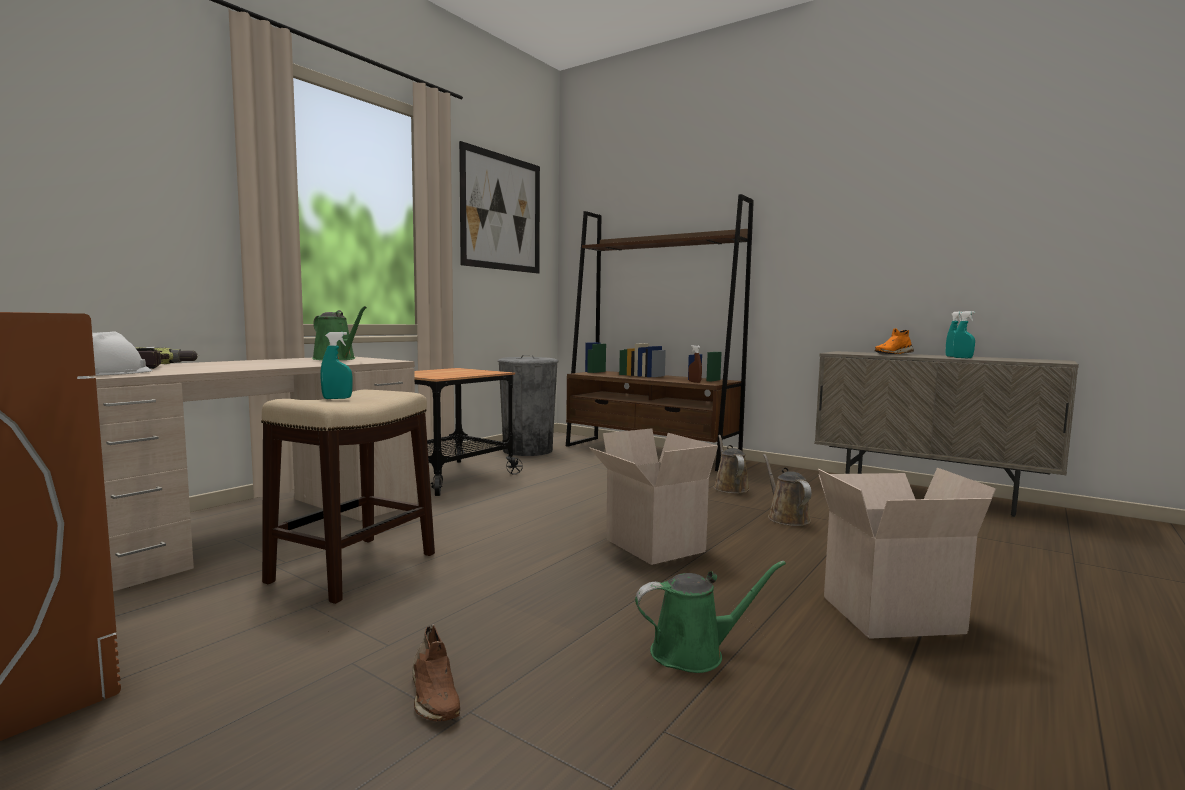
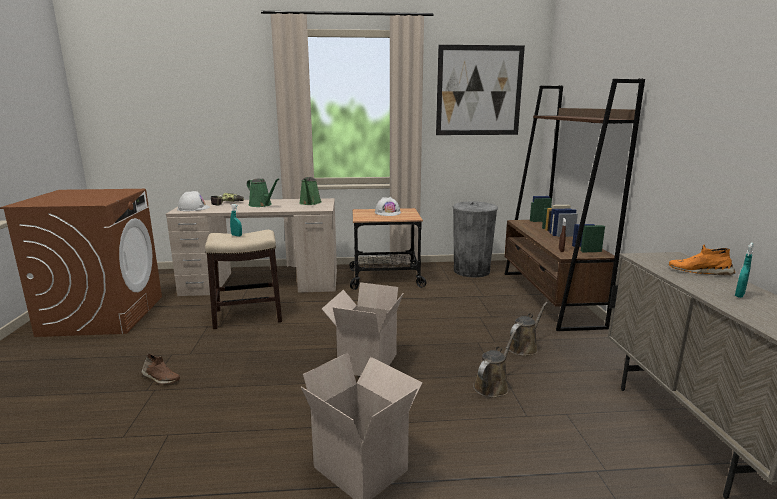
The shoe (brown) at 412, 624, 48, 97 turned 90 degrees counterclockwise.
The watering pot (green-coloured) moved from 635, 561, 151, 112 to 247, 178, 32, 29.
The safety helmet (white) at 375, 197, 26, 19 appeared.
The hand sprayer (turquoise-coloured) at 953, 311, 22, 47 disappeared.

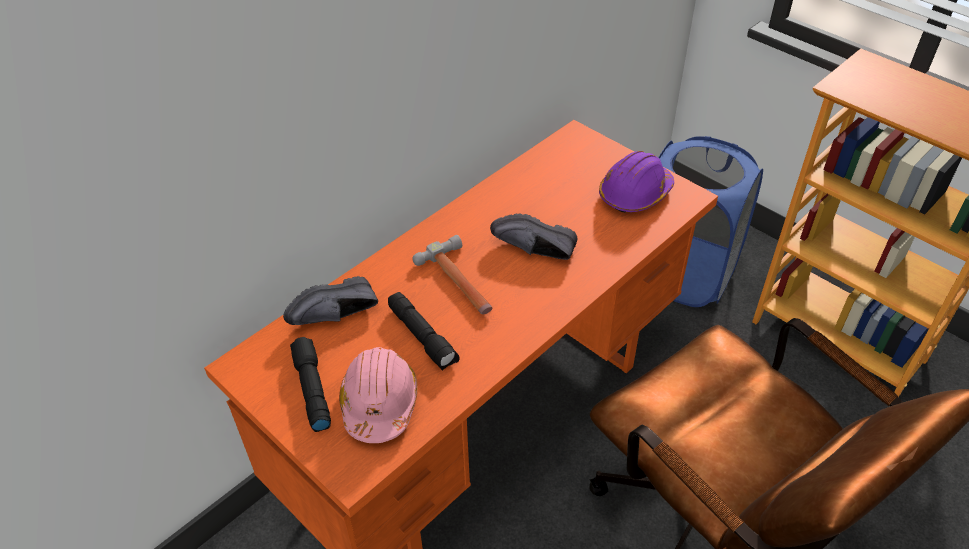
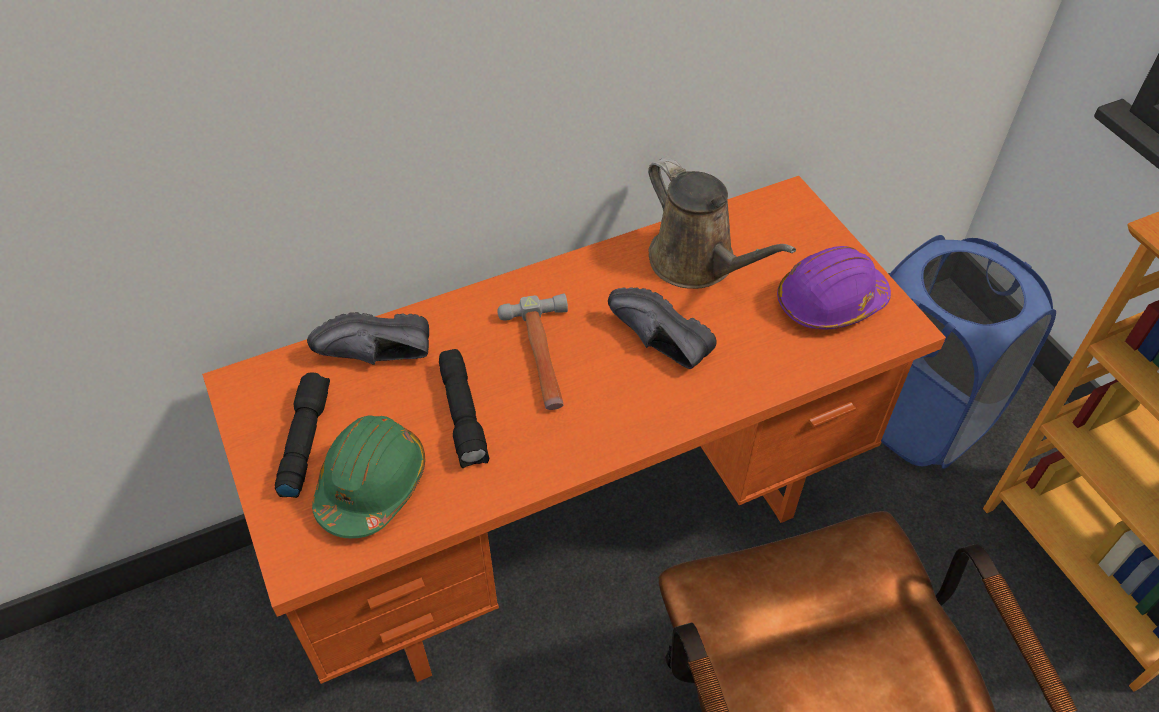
The safety helmet (pink) at 339, 347, 79, 96 became the safety helmet (green-coloured) at 312, 415, 113, 123.
The watering pot (brown) at 648, 157, 148, 132 appeared.

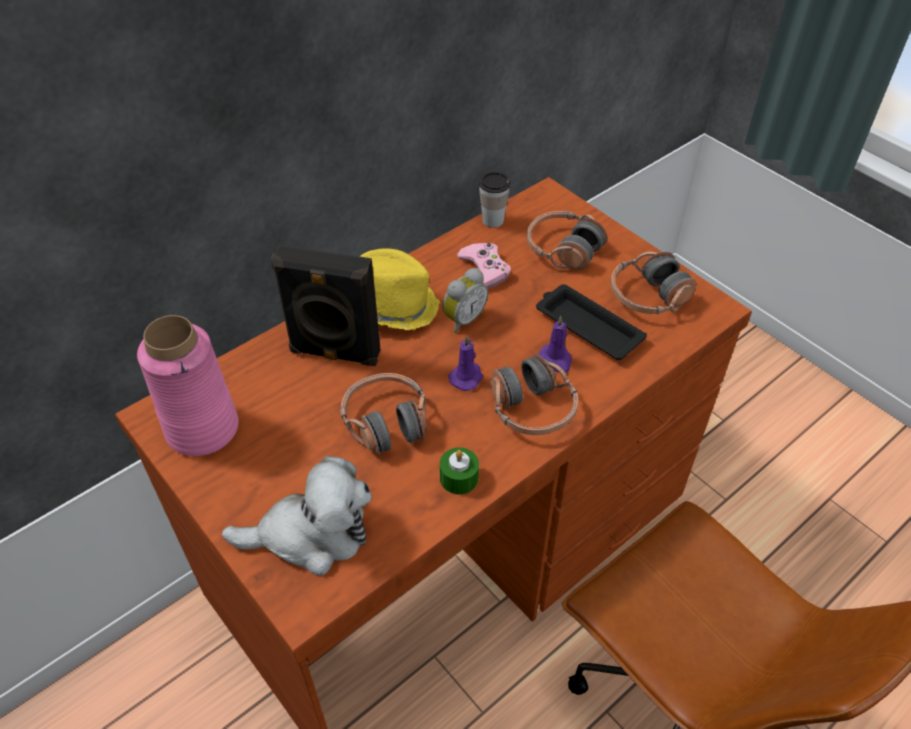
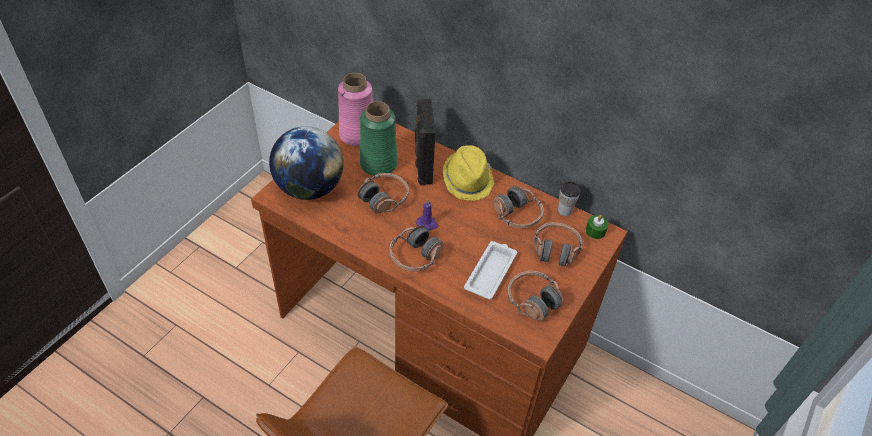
The cuddly toy at 222, 456, 149, 120 was replaced by the world globe at 269, 126, 75, 74.
The decorative vase (green-coloured) at 360, 101, 37, 75 appeared.
The tray (blackish) at 536, 284, 111, 76 became the tray (white) at 464, 241, 53, 59.
The game controller (pink) at 457, 243, 54, 46 was replaced by the headphones at 493, 185, 51, 43.
The wax candle (green-coloured) moved from 440, 447, 39, 48 to 586, 215, 23, 24.
The table clock at 442, 268, 46, 65 disappeared.
The wax candle (purplish) at 538, 316, 34, 57 disappeared.

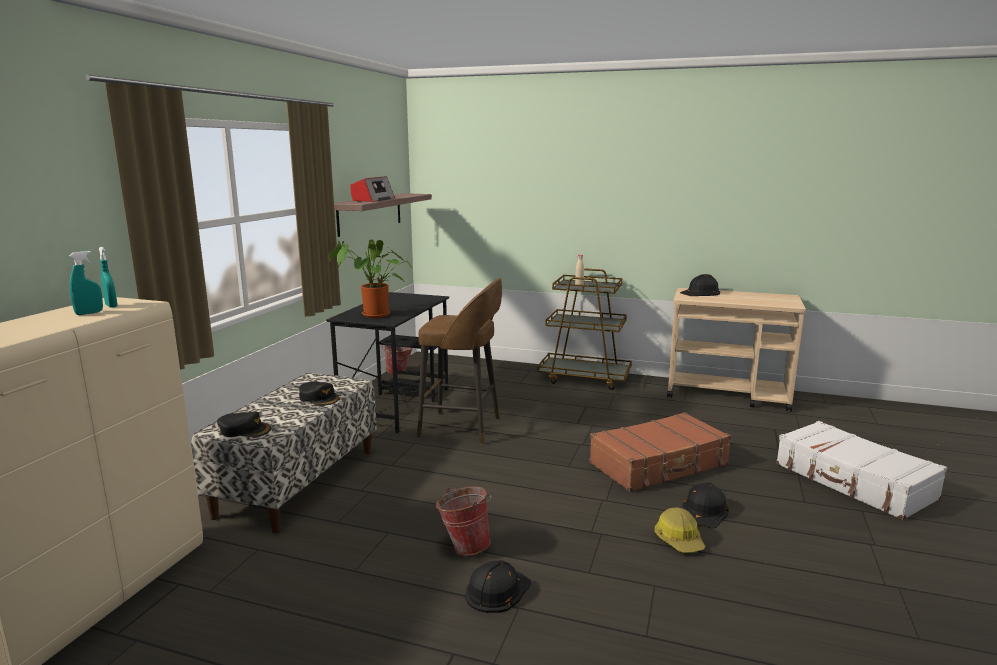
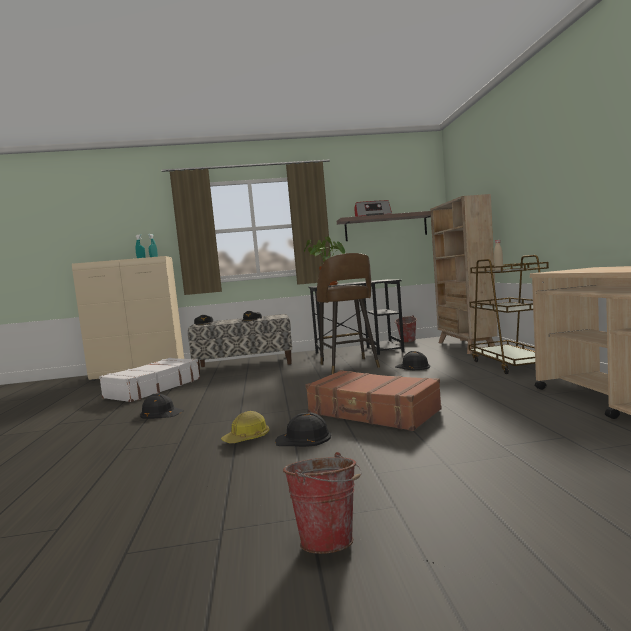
The piece of luggage (white) moved from 776, 421, 171, 99 to 99, 358, 101, 44.
The water bucket moved from 436, 486, 56, 70 to 283, 452, 79, 102.
The safety helmet (blackish) moved from 680, 274, 40, 22 to 395, 351, 35, 19.
The bookshelf (beige) at 430, 194, 68, 160 appeared.

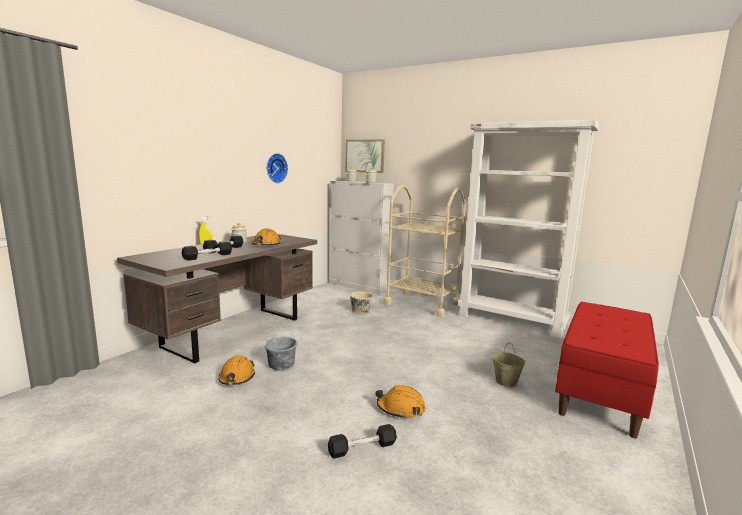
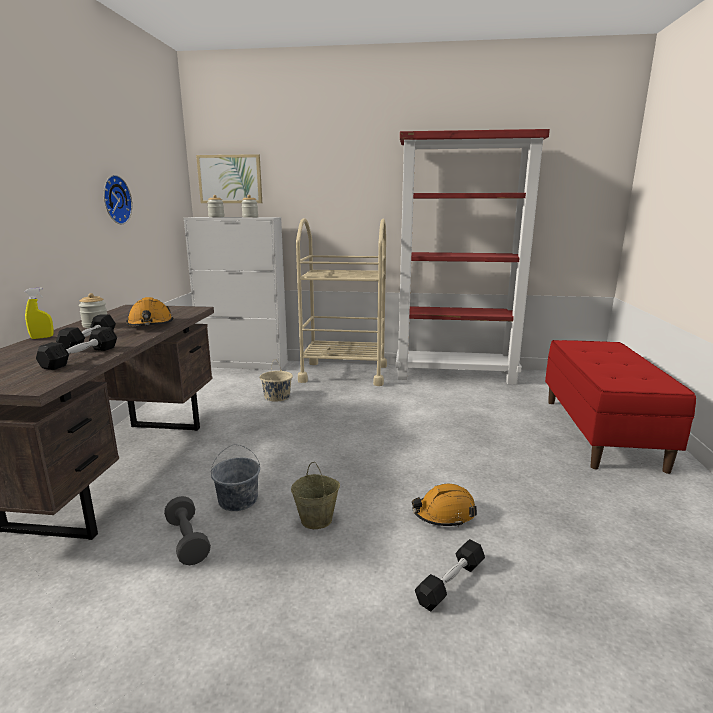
The safety helmet (orange-coloured) at 218, 355, 37, 30 was replaced by the dumbbell (grey) at 164, 496, 47, 69.
The water bucket (beige) moved from 492, 342, 34, 45 to 291, 462, 49, 67.
The bookshelf (white) at 458, 120, 141, 218 became the bookshelf (reddish) at 396, 129, 154, 256.

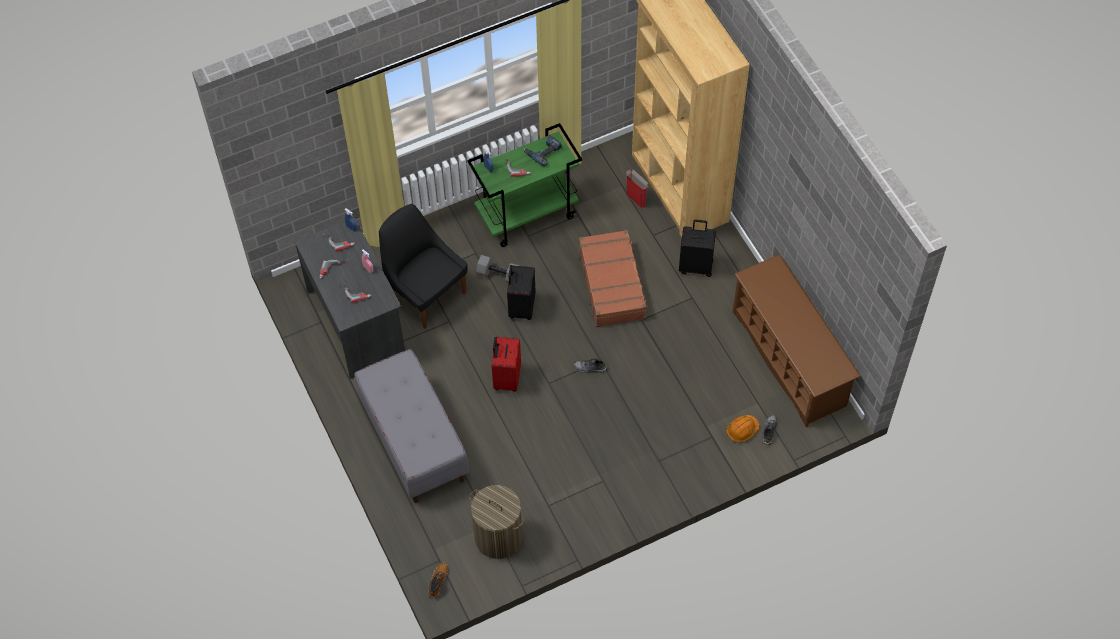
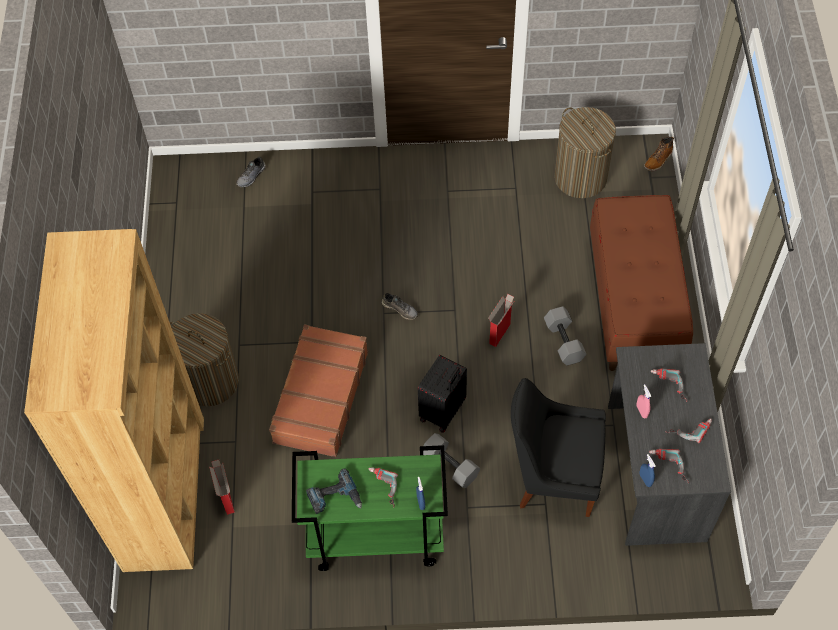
The piece of luggage (blackish) at 679, 220, 37, 57 was replaced by the hamper at 170, 313, 69, 93.
The piece of luggage (reddish) at 492, 337, 29, 55 was replaced by the carton at 488, 294, 26, 53.
The plain chair (blackish) at 379, 204, 89, 124 turned 120 degrees clockwise.
The dumbbell (grey) at 544, 306, 43, 60 appeared.
The indoor bench (grey) at 354, 349, 115, 154 became the indoor bench (brown) at 590, 195, 103, 176.
The safety helmet (orange-coloured) at 726, 415, 33, 27 disappeared.
The shoe rack (brown) at 733, 254, 128, 173 disappeared.

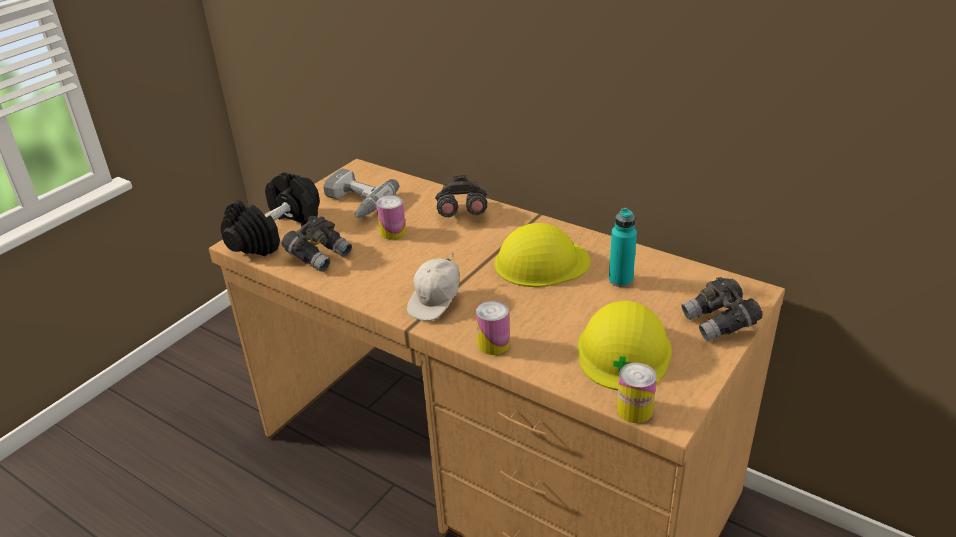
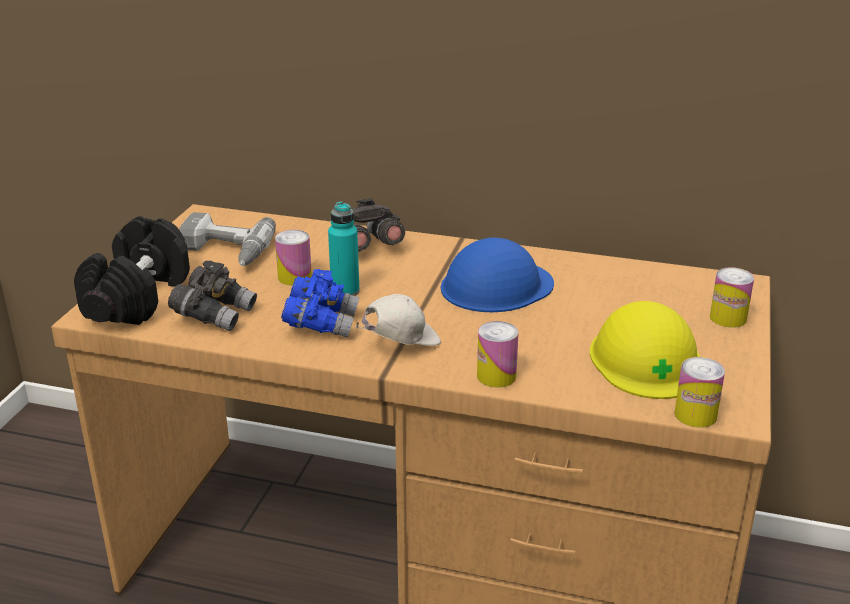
The field glasses (blue-coloured) at 281, 269, 79, 69 appeared.
The drink bottle (turquoise-coloured) moved from 609, 208, 28, 79 to 328, 202, 31, 94.
The cap (white) at 407, 252, 53, 69 turned 135 degrees counterclockwise.
The safety helmet (yellow) at 494, 223, 97, 64 became the safety helmet (blue-coloured) at 441, 237, 113, 75.
The field glasses (grey) at 681, 277, 82, 64 was replaced by the can at 710, 267, 44, 61.

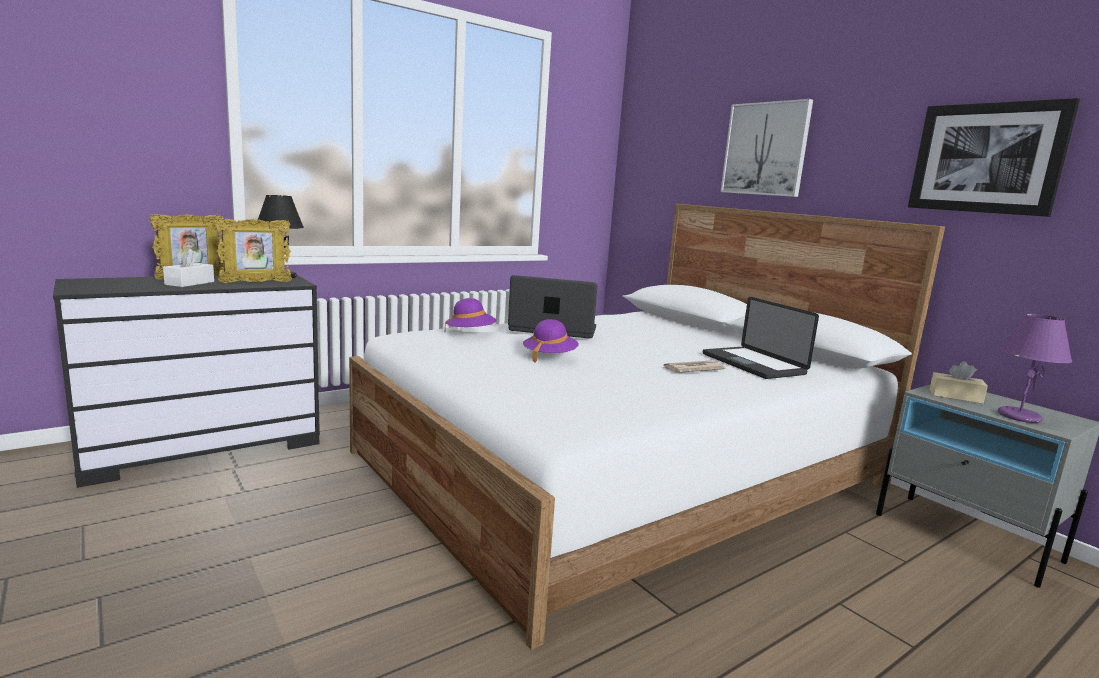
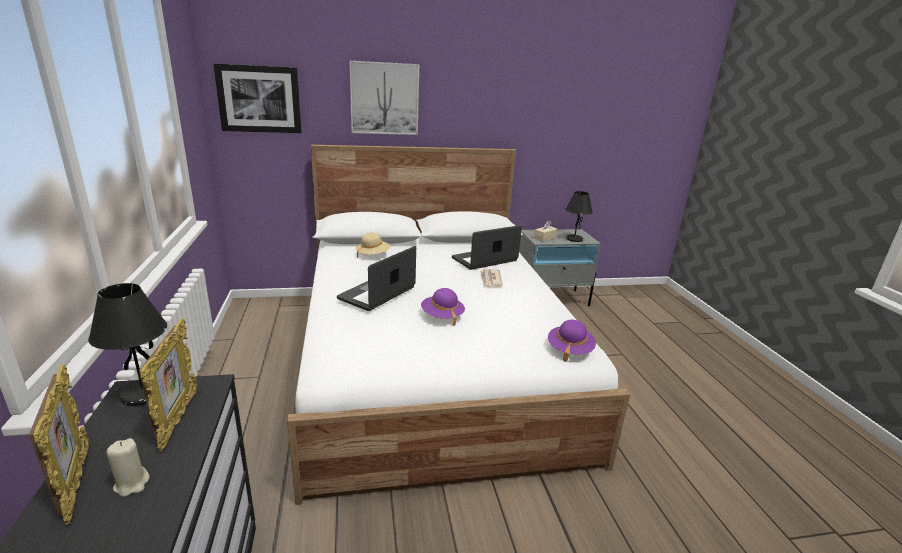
The tissue box (white) at 163, 249, 51, 38 was replaced by the wax candle (beige) at 107, 438, 42, 59.
The wall picture moved from 908, 98, 172, 119 to 213, 63, 89, 70.
The wearable hat (beige) at 356, 233, 34, 25 appeared.
The laptop at 703, 297, 116, 82 turned 150 degrees clockwise.
The wearable hat (purplish) moved from 445, 298, 52, 30 to 548, 320, 48, 42.
The tabletop lamp (purplish) at 998, 314, 74, 109 became the tabletop lamp (blackish) at 565, 191, 28, 51.

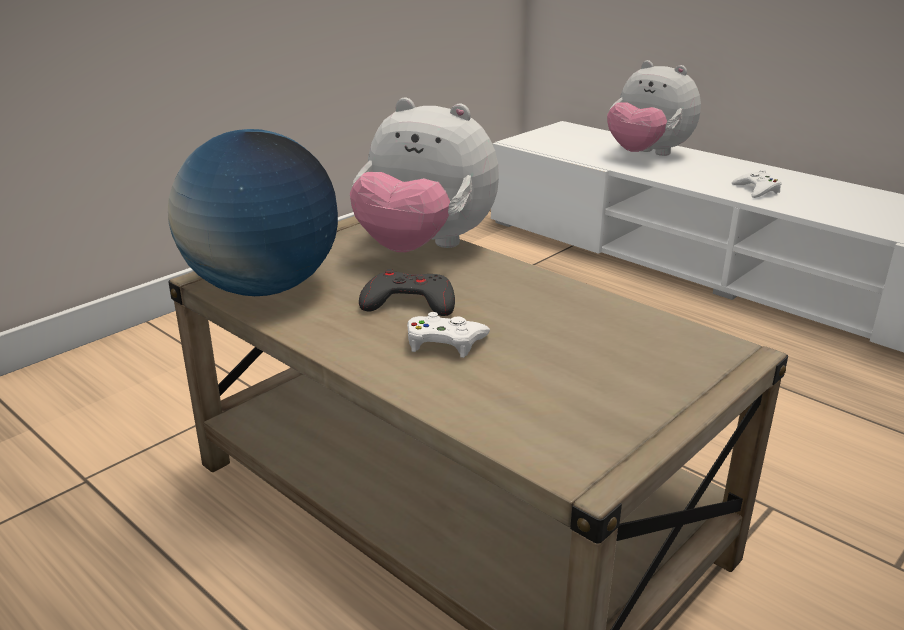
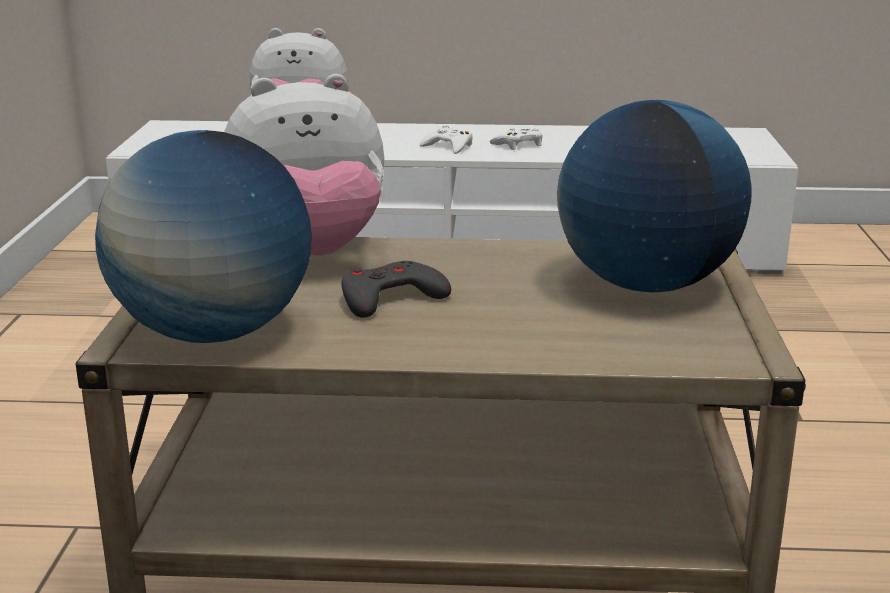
The game controller (white) moved from 407, 312, 83, 46 to 490, 127, 53, 23.
The world globe at 557, 100, 195, 192 appeared.

